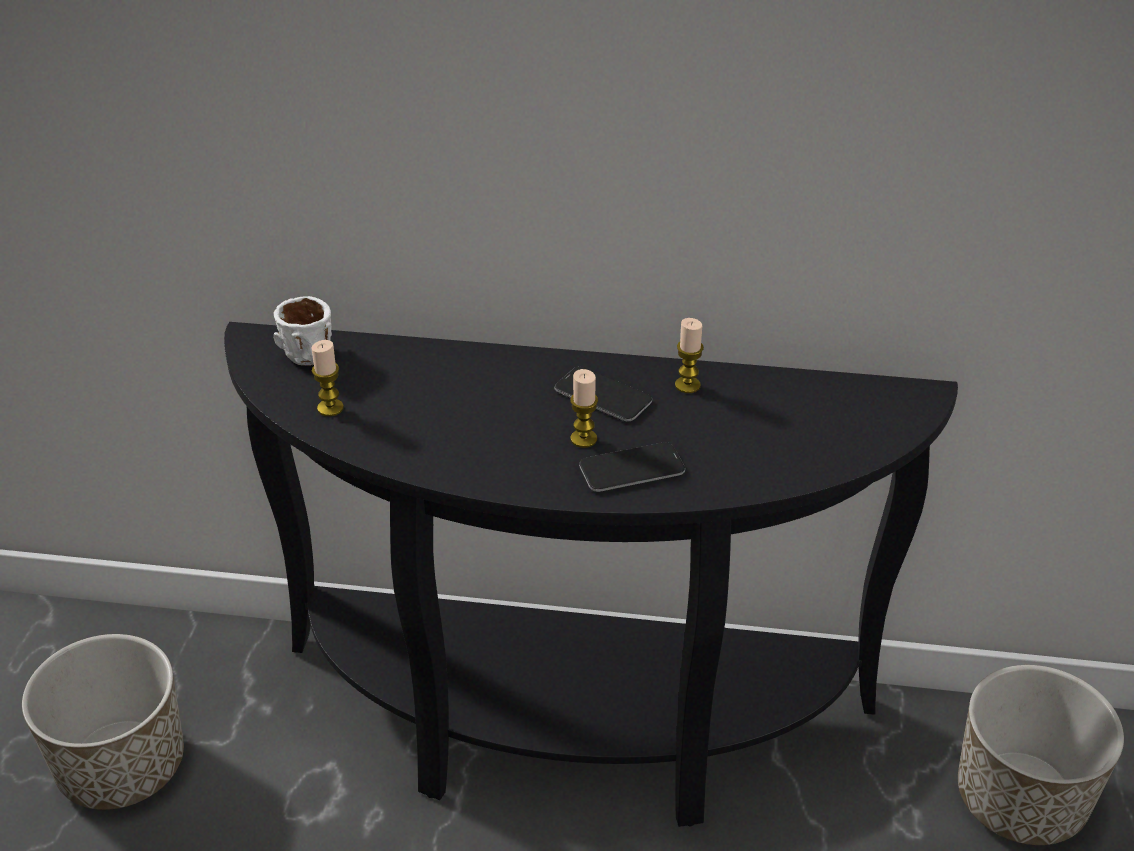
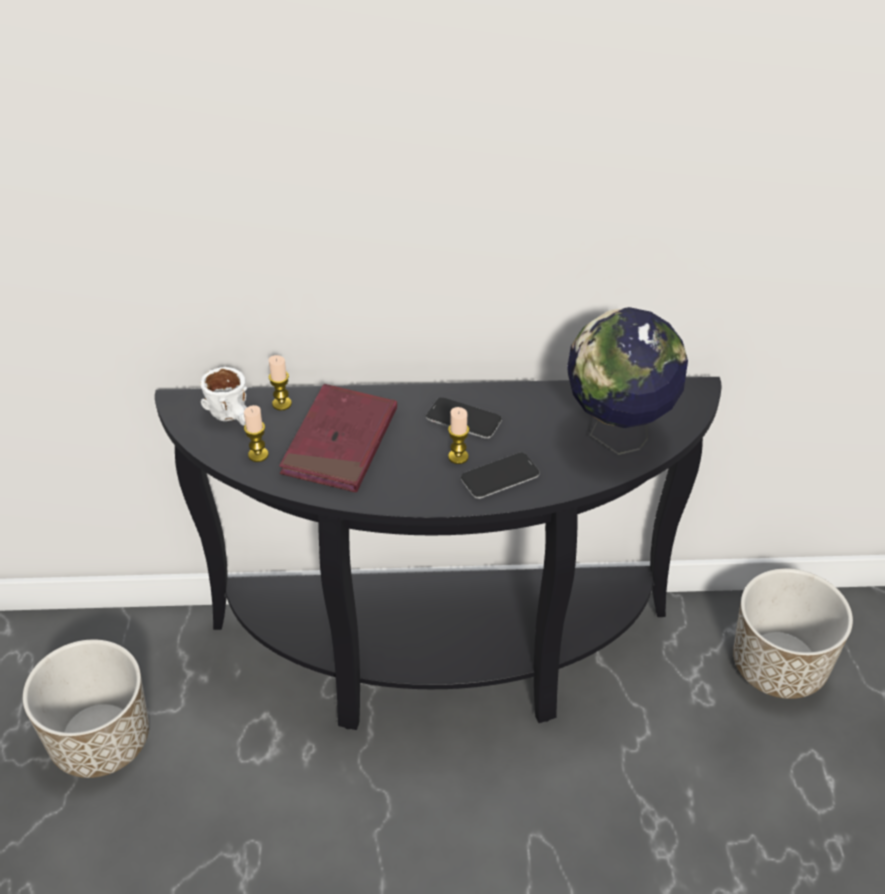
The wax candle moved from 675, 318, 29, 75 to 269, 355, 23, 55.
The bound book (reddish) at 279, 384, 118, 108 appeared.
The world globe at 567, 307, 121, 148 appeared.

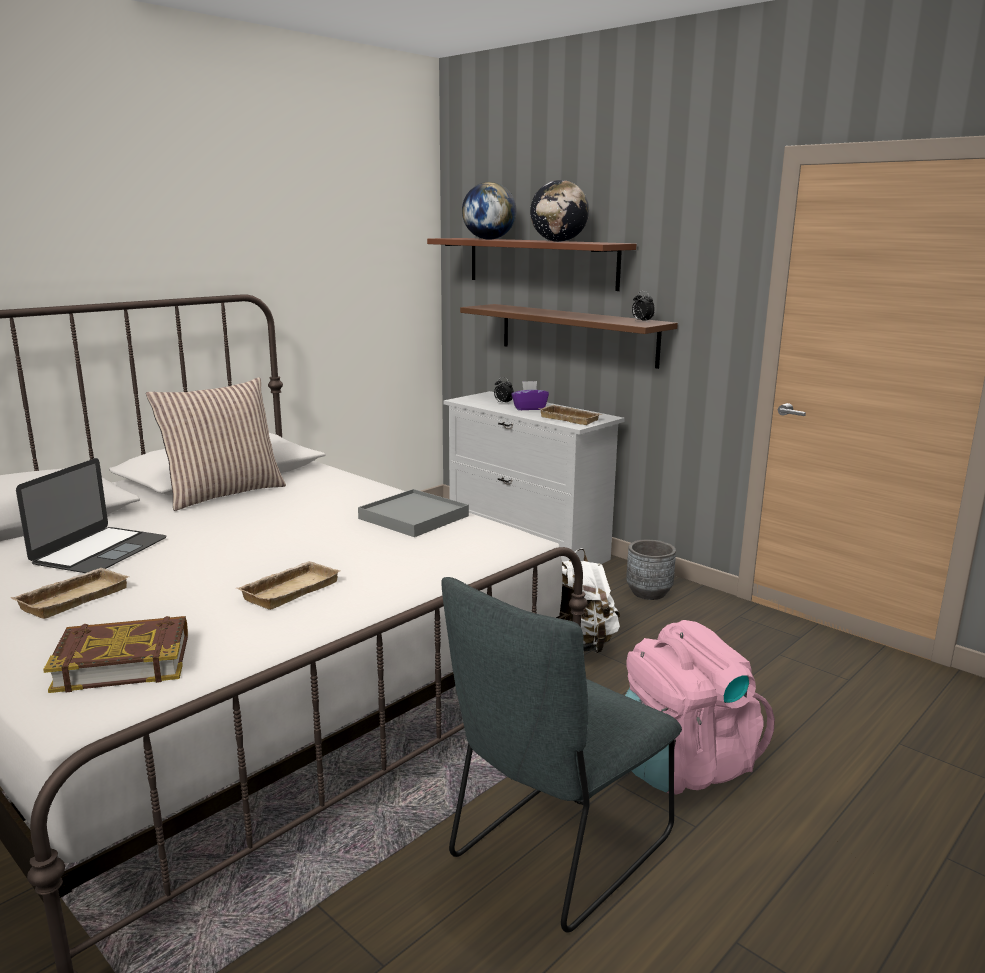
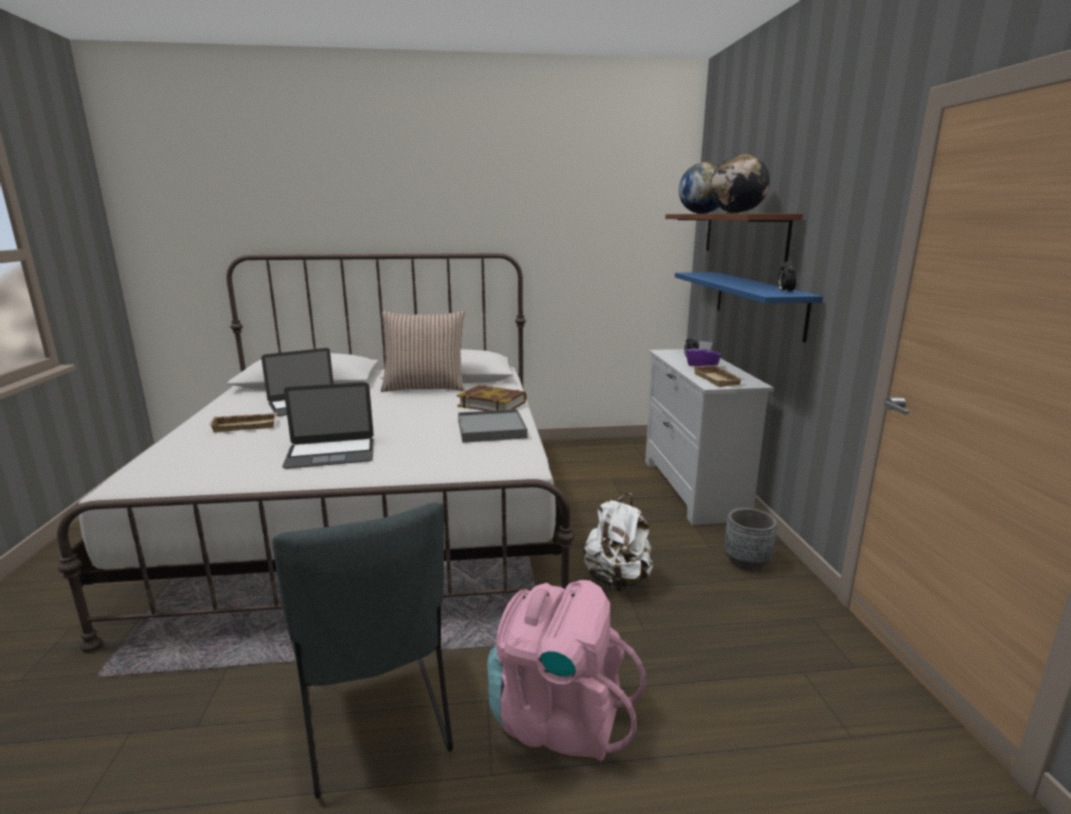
The plain chair (grey) at 441, 577, 241, 355 turned 105 degrees counterclockwise.
The tray (beige) at 237, 561, 103, 49 was replaced by the laptop at 282, 382, 92, 87.
The bound book moved from 43, 616, 145, 77 to 457, 385, 70, 26.
The wall shelf (brown) at 460, 304, 218, 65 became the wall shelf (blue-coloured) at 675, 272, 148, 71.

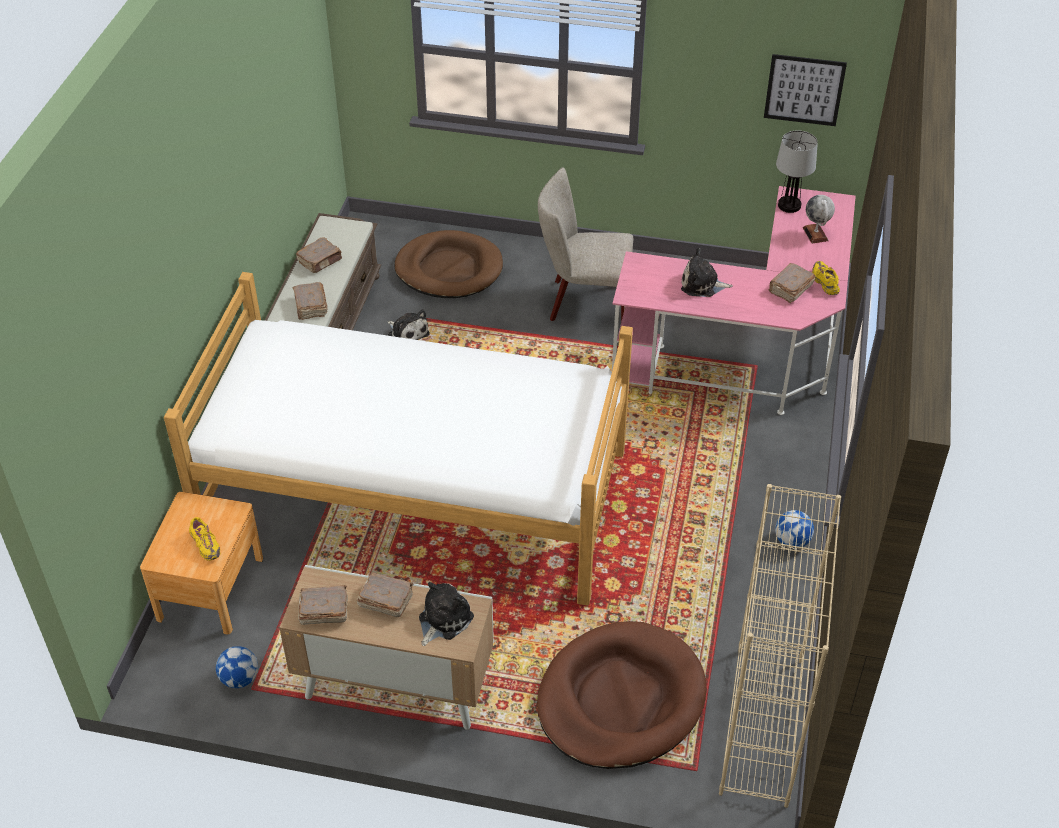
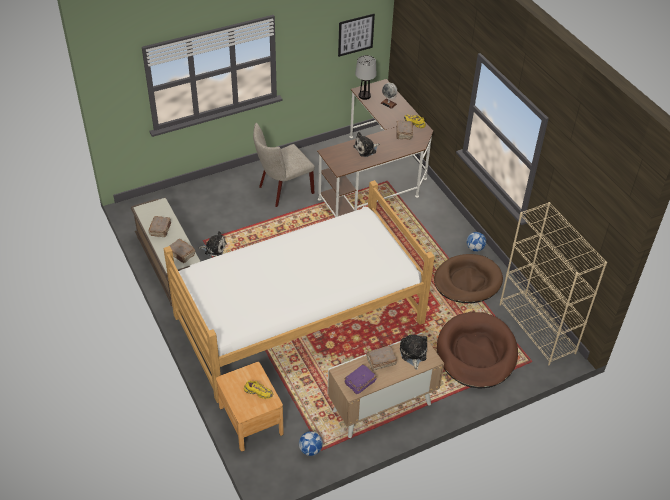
The desk (pink) at 612, 186, 244, 229 became the desk (brown) at 317, 79, 116, 138.
The bound book (brown) at 298, 585, 50, 40 became the bound book (purplish) at 344, 364, 33, 30.
The pet bed (brown) moved from 394, 230, 109, 68 to 434, 254, 69, 49.

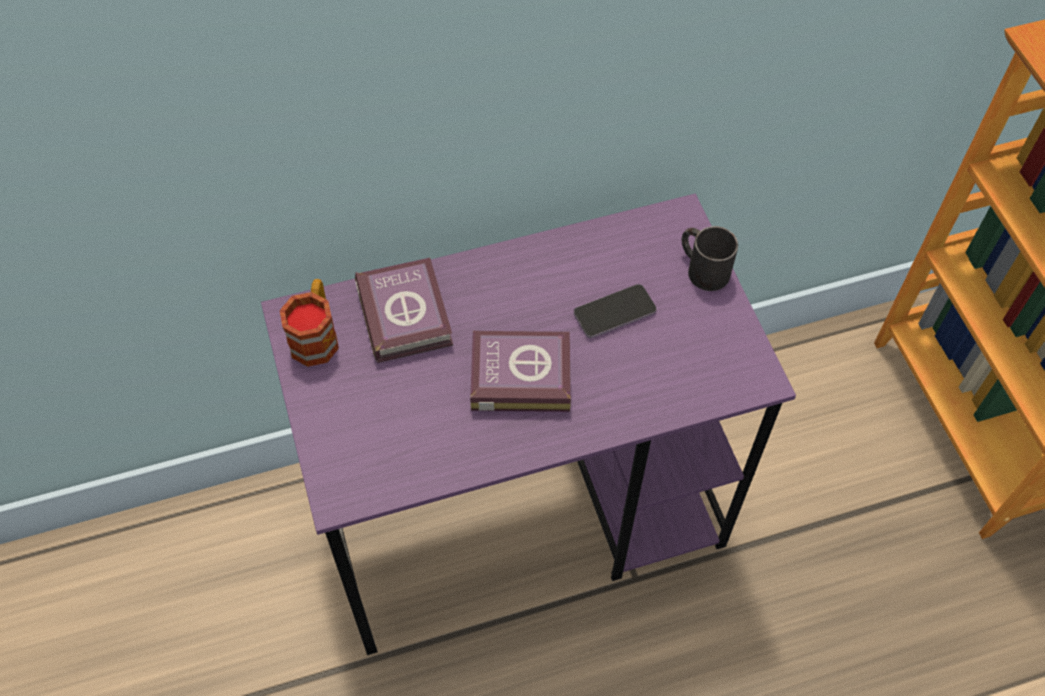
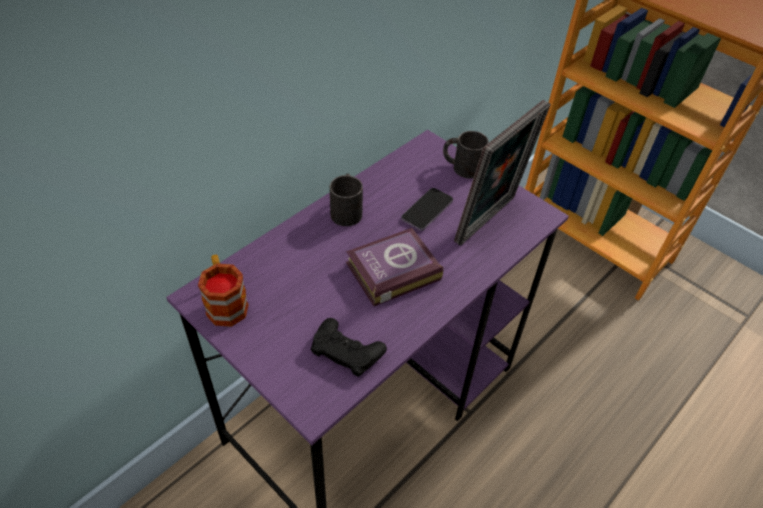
The game controller (blackish) at 311, 318, 76, 59 appeared.
The coffee mug (blackish) at 330, 174, 33, 52 appeared.
The picture frame at 454, 100, 97, 146 appeared.
The bound book at 355, 258, 98, 105 disappeared.

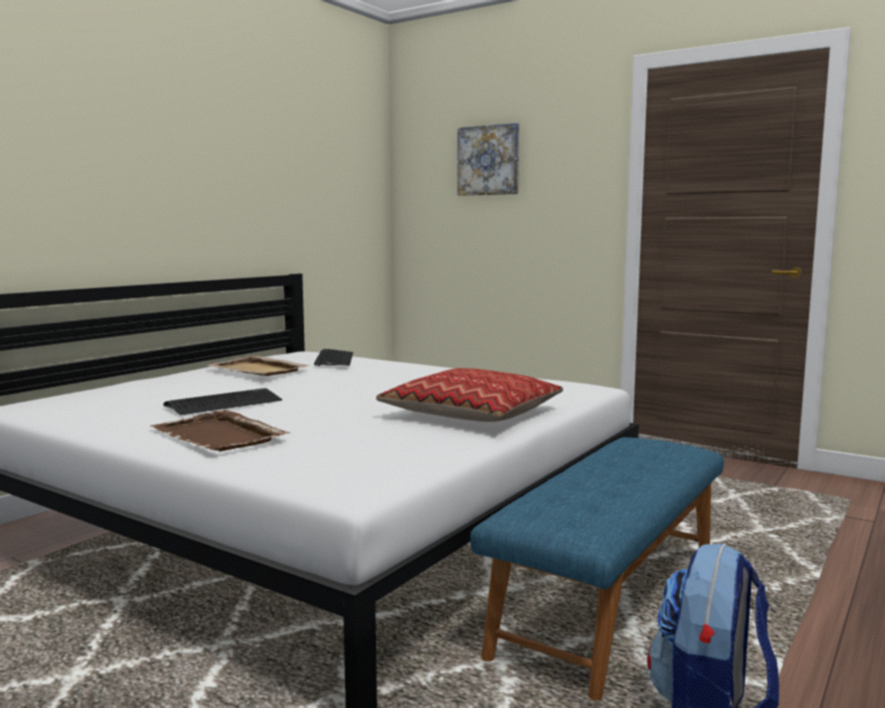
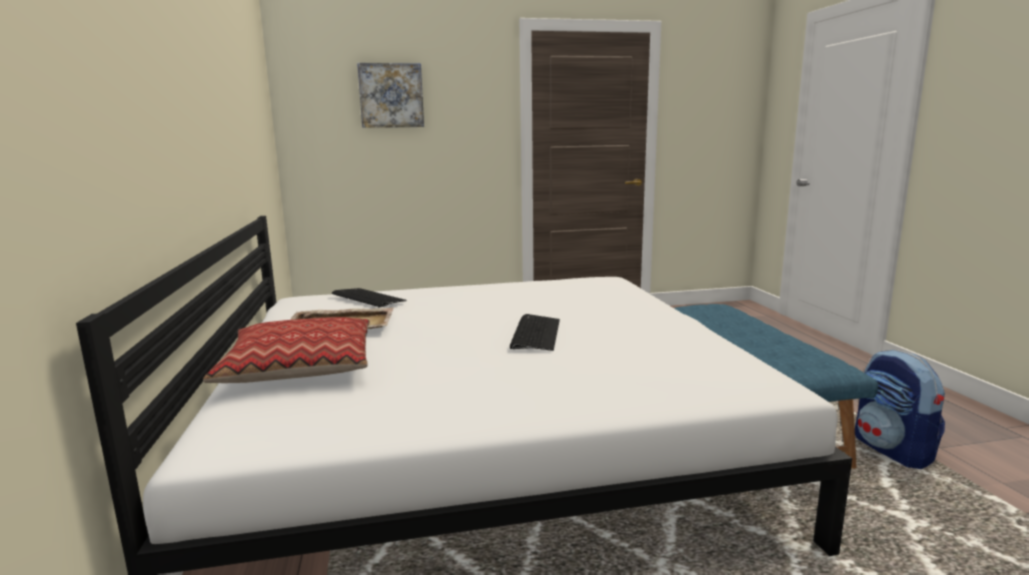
The throw pillow moved from 376, 368, 187, 54 to 203, 317, 167, 66.
The computer keyboard moved from 163, 388, 119, 27 to 510, 314, 50, 37.
The tray (brown) at 151, 410, 139, 41 disappeared.

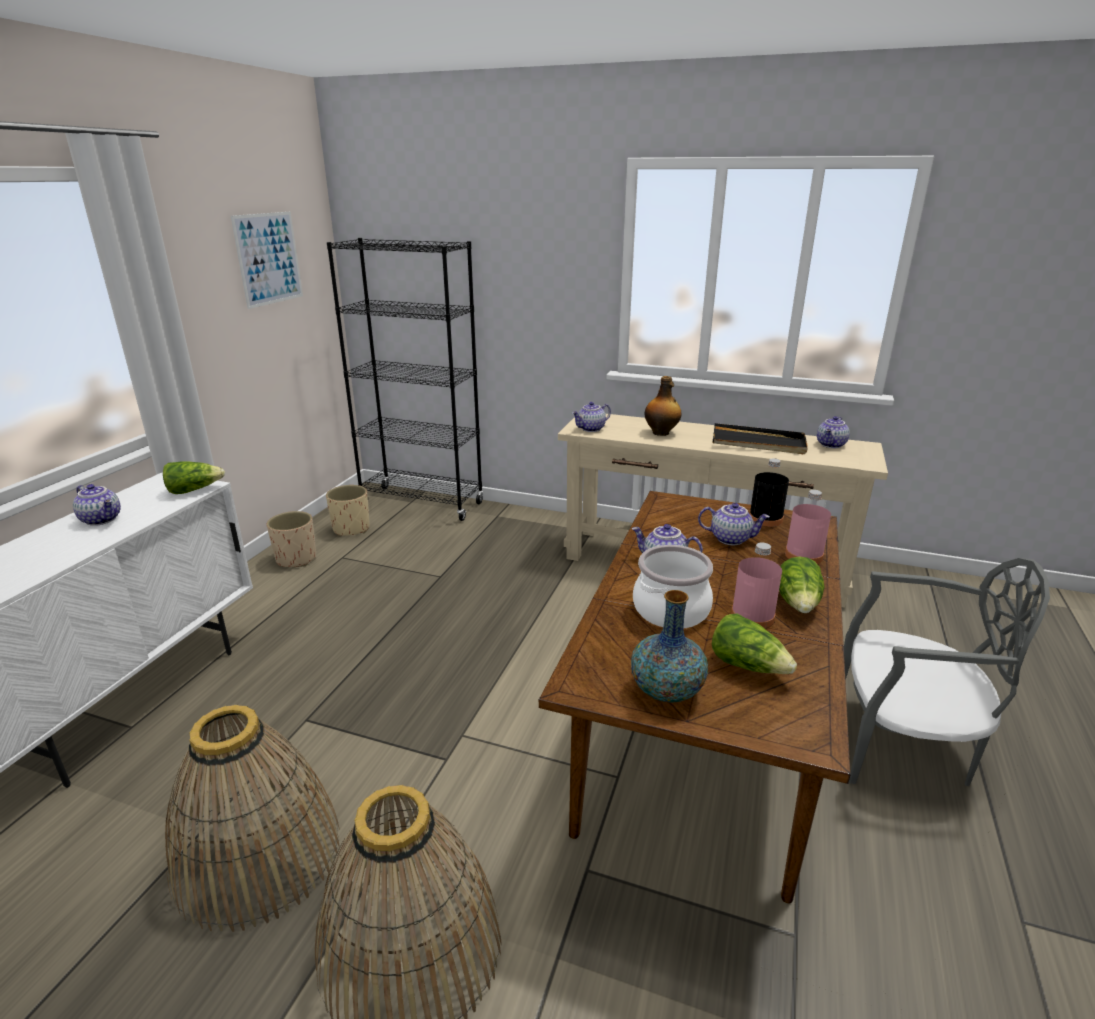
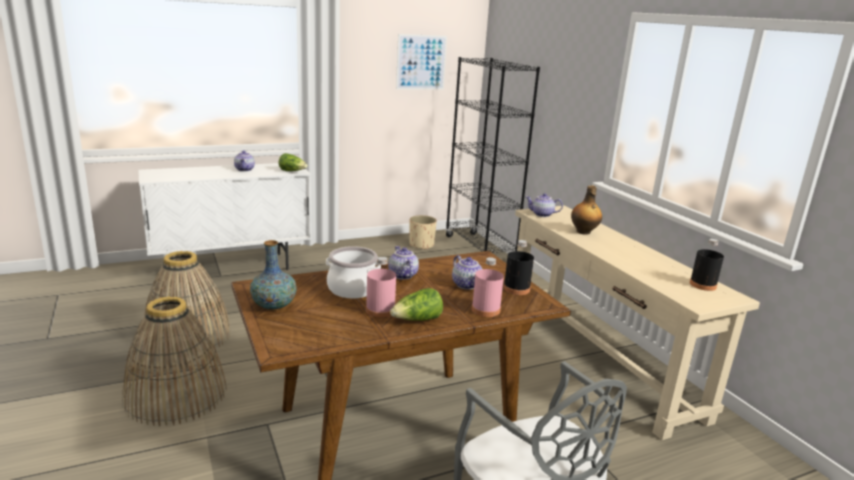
The pot for tea at 817, 416, 33, 32 was replaced by the drink bottle (blackish) at 690, 239, 34, 52.
The flower pot (beige) at 267, 511, 49, 56 disappeared.
The lettuce head at 712, 614, 85, 60 disappeared.
The tray (blackish) at 713, 423, 95, 31 disappeared.

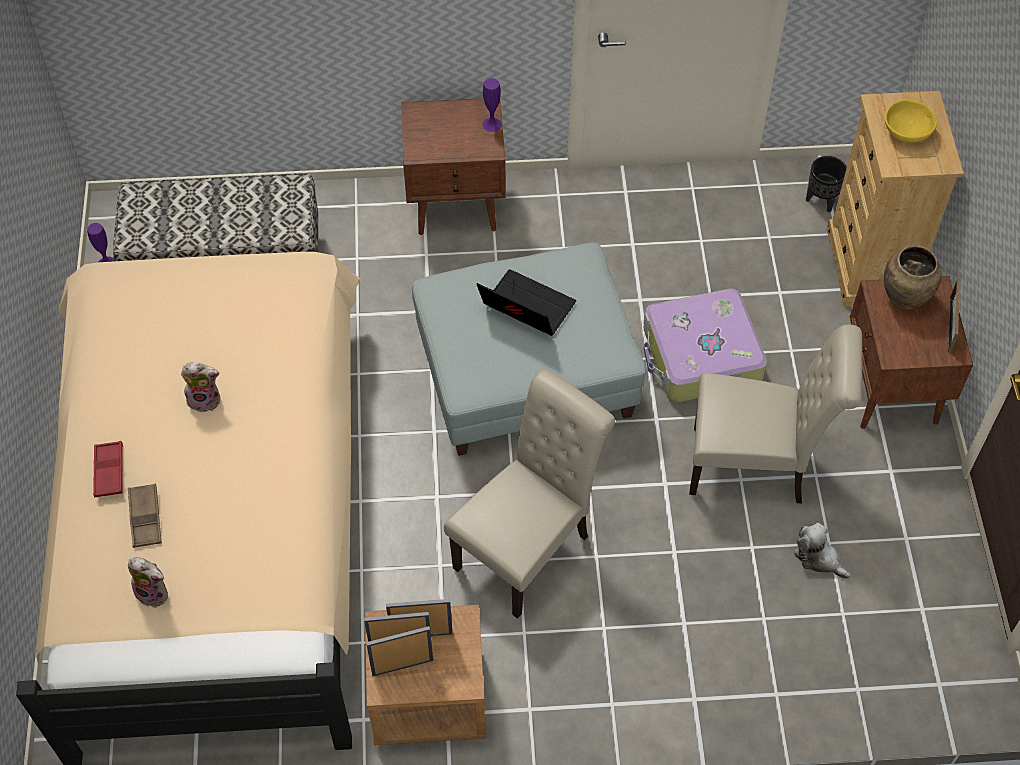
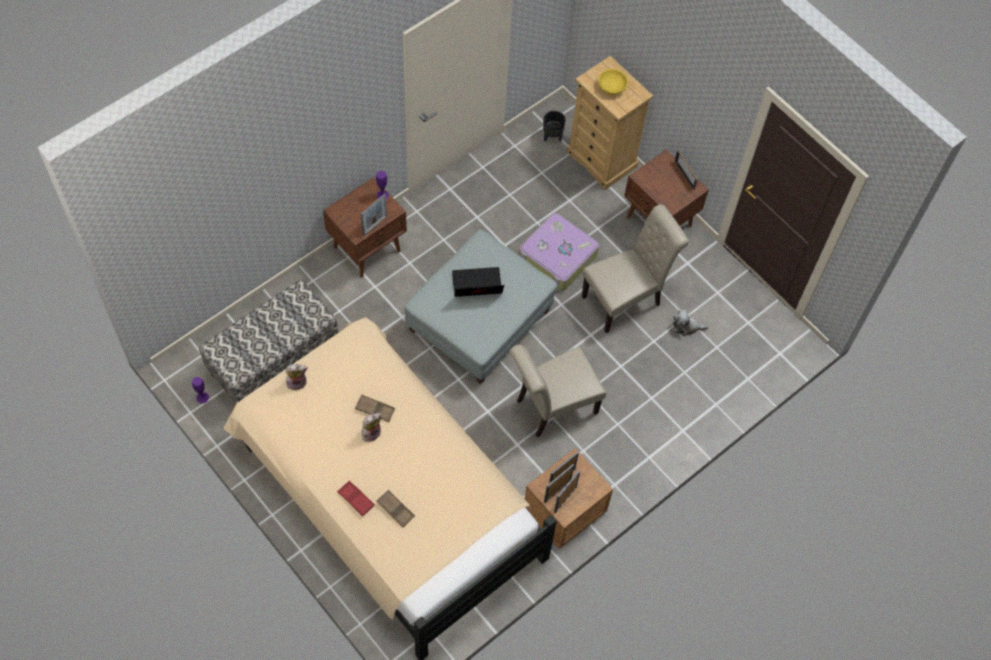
The cuddly toy moved from 128, 557, 40, 51 to 285, 364, 23, 27.
The tray (brown) at 355, 394, 40, 28 appeared.
The picture frame at 361, 194, 26, 42 appeared.
The plain chair (beige) at 444, 369, 171, 250 turned 120 degrees counterclockwise.
The decorative vase (brown) at 884, 246, 58, 64 disappeared.

